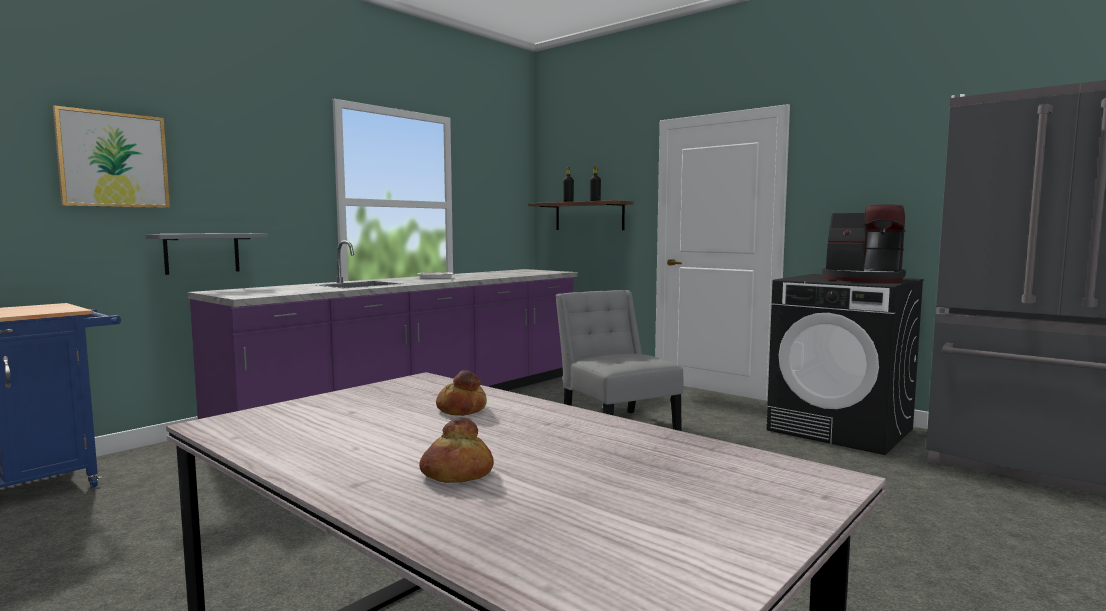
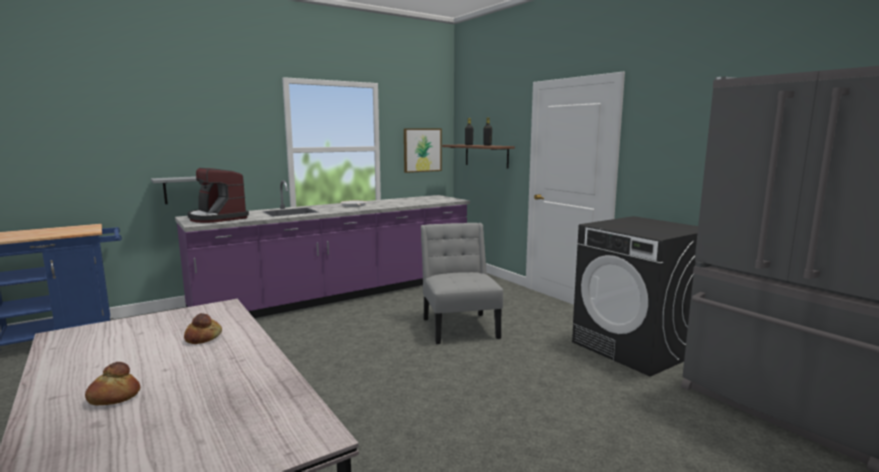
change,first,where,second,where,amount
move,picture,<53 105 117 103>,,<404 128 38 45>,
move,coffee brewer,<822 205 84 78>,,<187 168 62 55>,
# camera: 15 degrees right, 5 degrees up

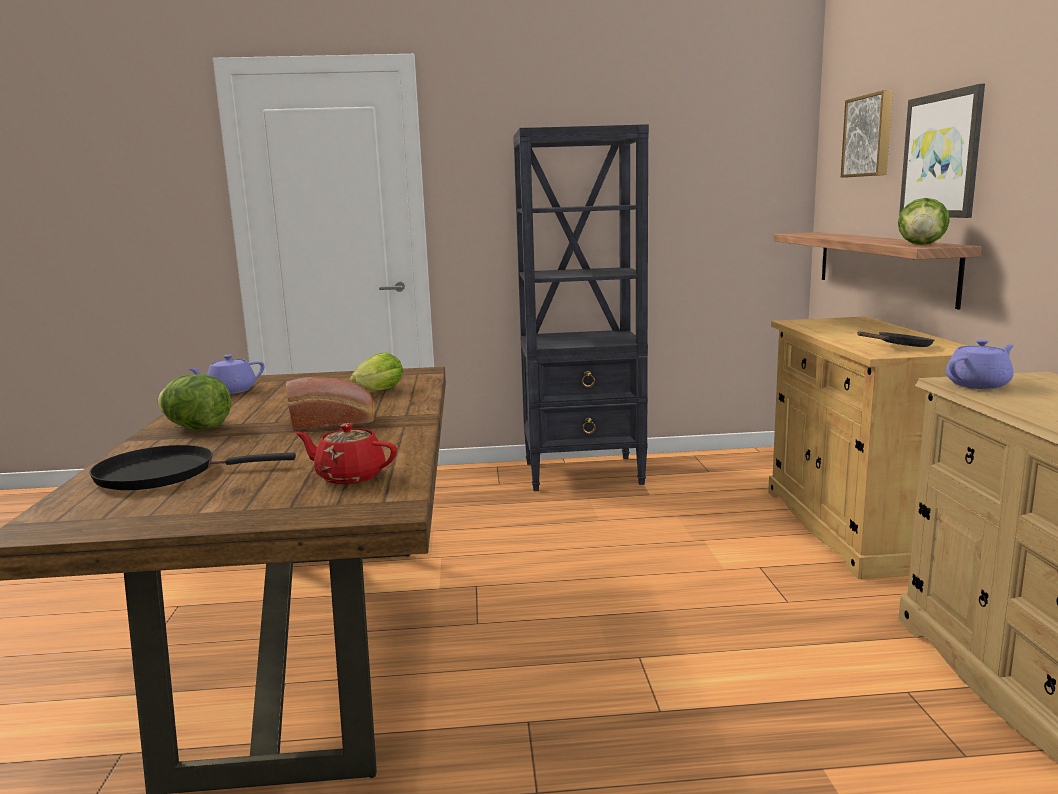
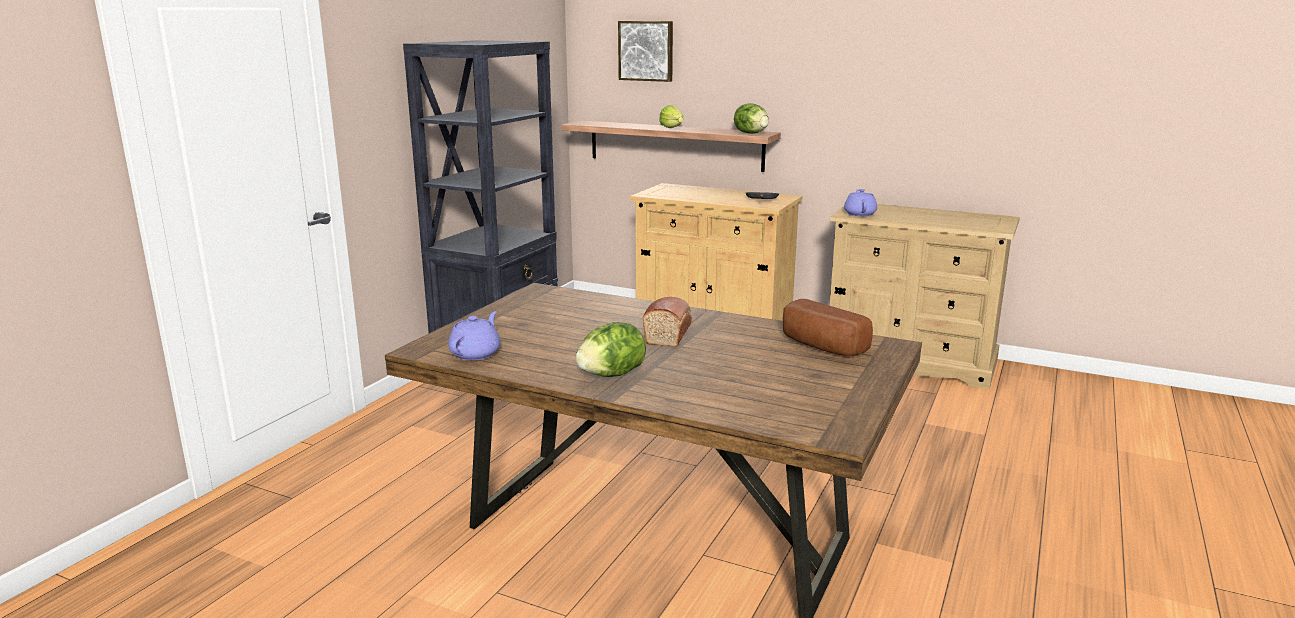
change,first,where,second,where,amount
delete,pan (blackish),<89 445 207 45>,,,
delete,picture,<899 84 86 134>,,,
move,lettuce,<350 353 53 38>,,<659 105 24 23>,
replace,teapot (reddish),<295 423 102 61>,bakery bread,<783 299 90 57>,
rotate,teapot (purple-coloured),<188 355 76 39>,,<448 311 52 49>,150 degrees counterclockwise
# camera: 60 degrees left, 5 degrees up

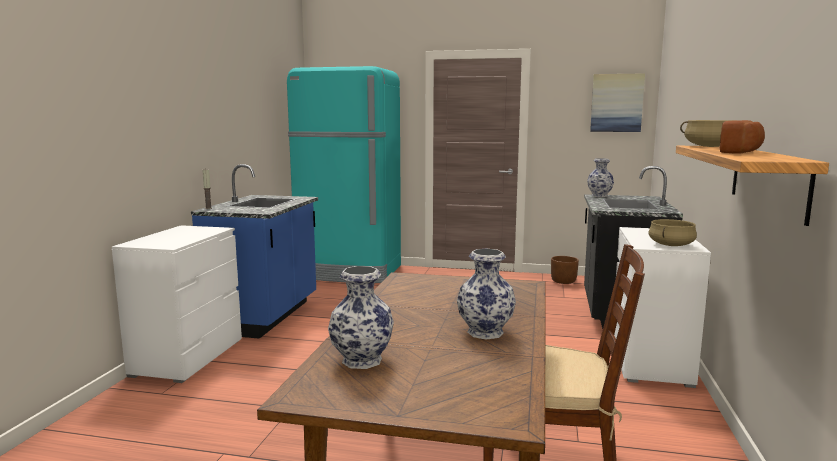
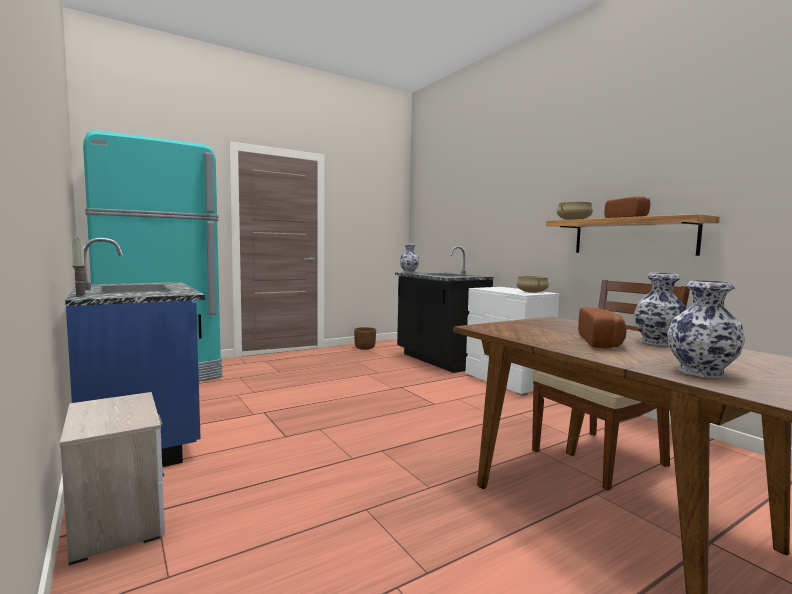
change,first,where,second,where,amount
delete,picture,<590 73 55 59>,,,
insert,,,bakery bread,<578 307 49 41>,
replace,dresser (white),<112 225 130 158>,night table,<60 392 105 173>,
# camera: 45 degrees left, 5 degrees down

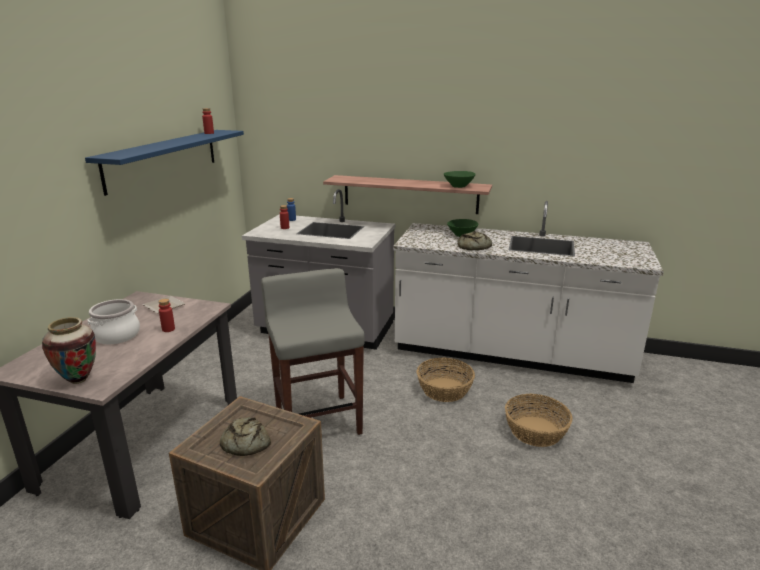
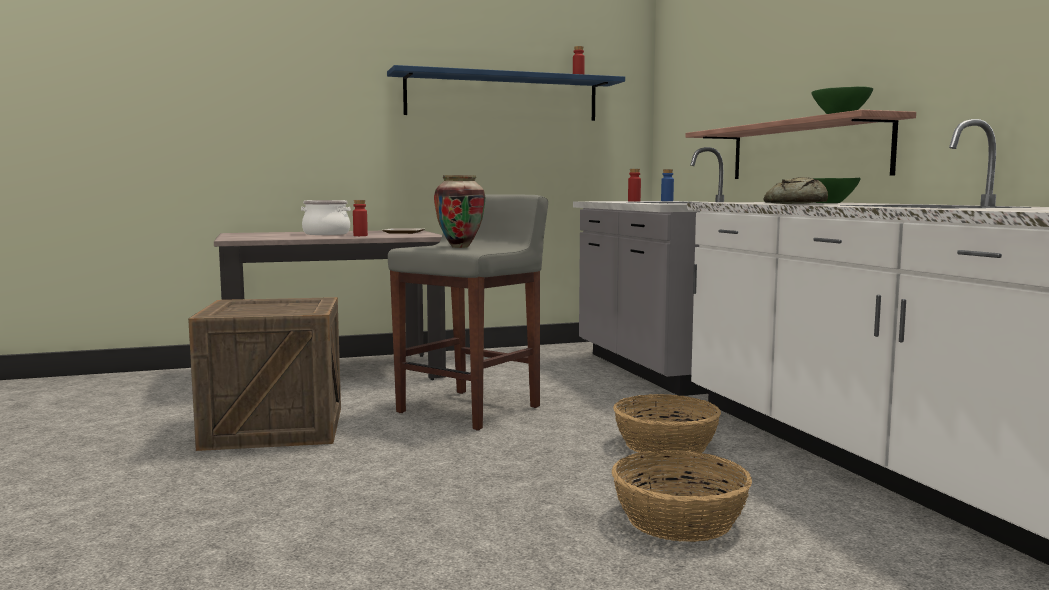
change,first,where,second,where,amount
delete,bakery bread,<220 417 51 39>,,,
move,decorative vase,<42 317 54 67>,,<434 175 51 73>,
# camera: 55 degrees right, 15 degrees down

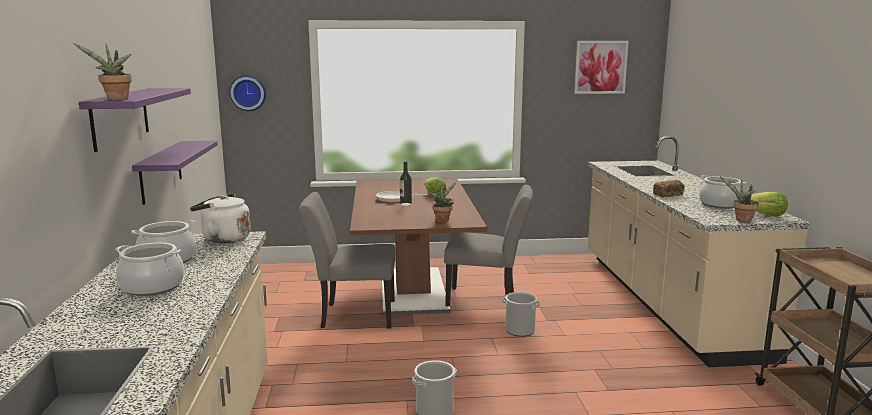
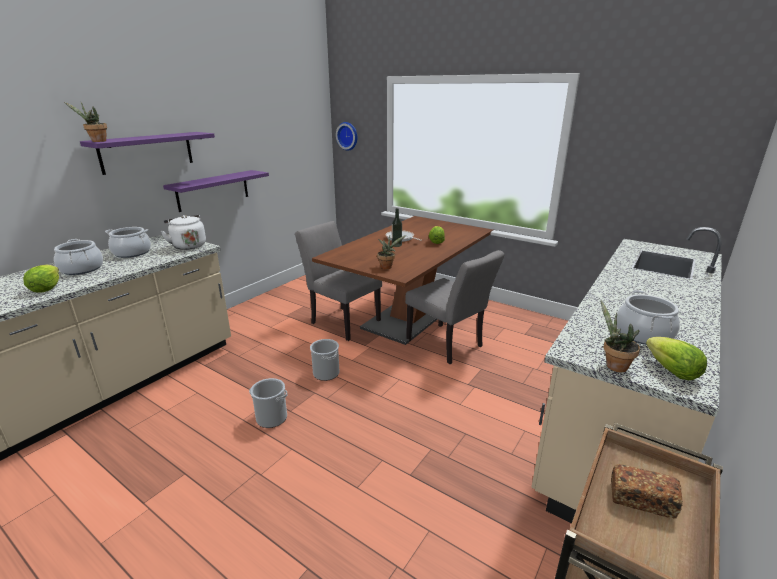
change,first,where,second,where,amount
delete,picture,<574 41 55 53>,,,
insert,,,lettuce,<23 265 36 28>,
move,pail,<503 292 37 45>,,<310 339 30 42>,
move,bakery bread,<653 180 32 17>,,<611 464 72 55>,
# camera: 40 degrees right, 10 degrees up

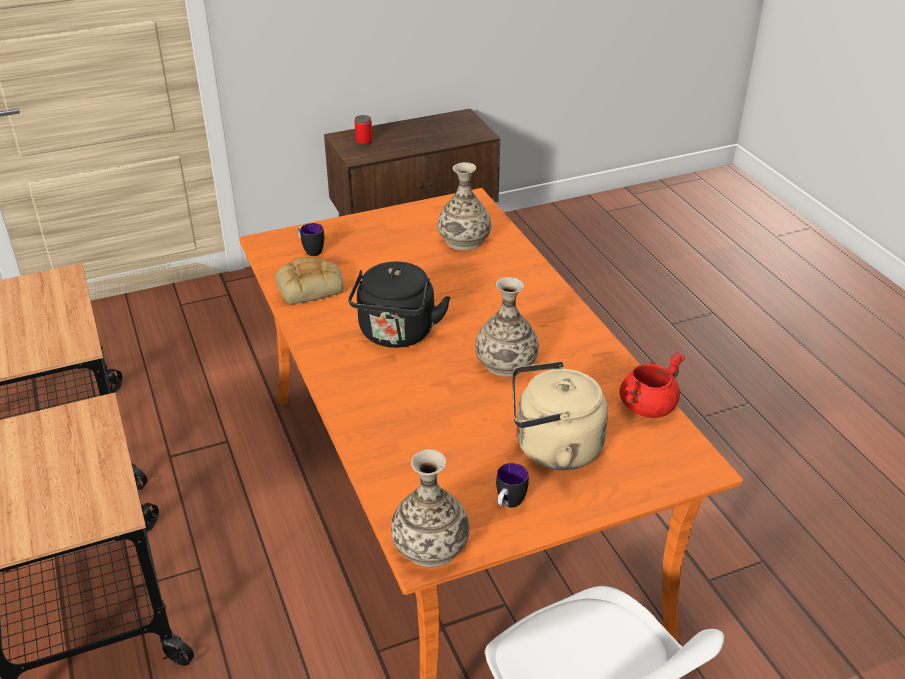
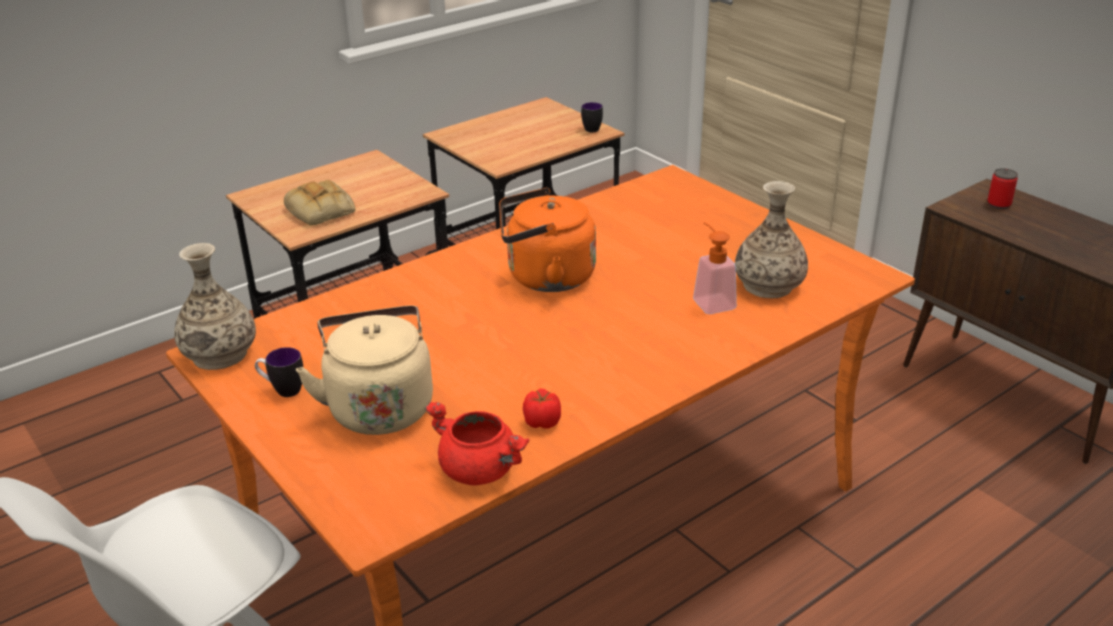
change,first,where,second,where,amount
delete,decorative vase,<475 277 64 100>,,,
insert,,,whole tomato,<523 389 38 39>,
insert,,,soap bottle,<693 222 44 92>,
move,bakery bread,<275 257 69 47>,,<284 180 71 45>,
move,mug,<297 223 27 33>,,<581 102 22 30>,
recolor,kettle (blackish),<348 262 103 86>,kettle (orange),<499 188 97 104>,
# camera: 75 degrees right, 5 degrees down

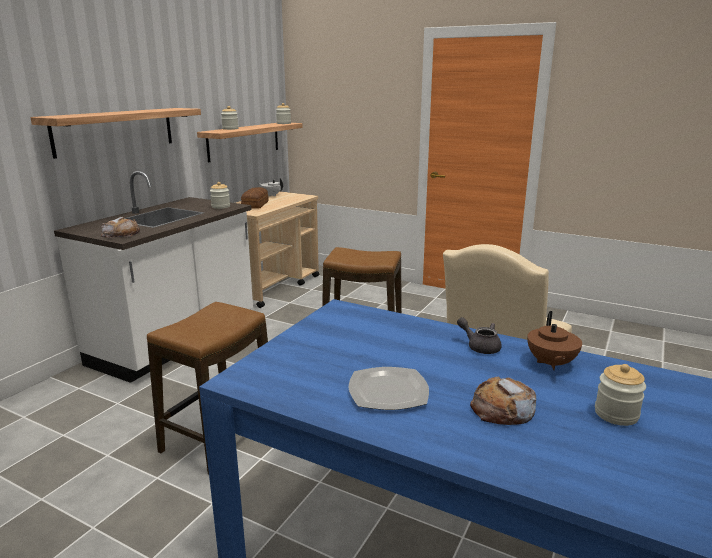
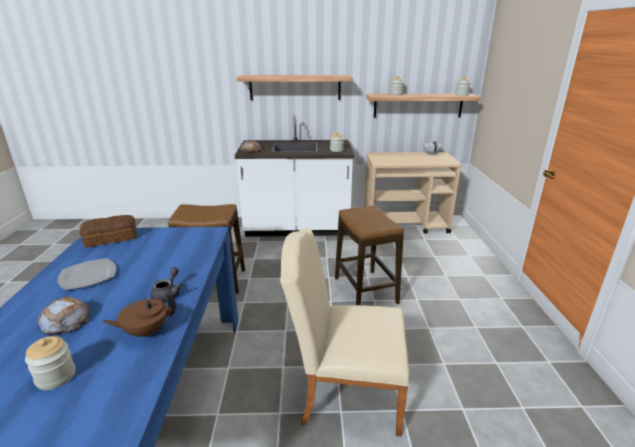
change,first,where,second,where,amount
move,bakery bread,<241 187 28 22>,,<80 215 57 33>,
# camera: 60 degrees right, 5 degrees up

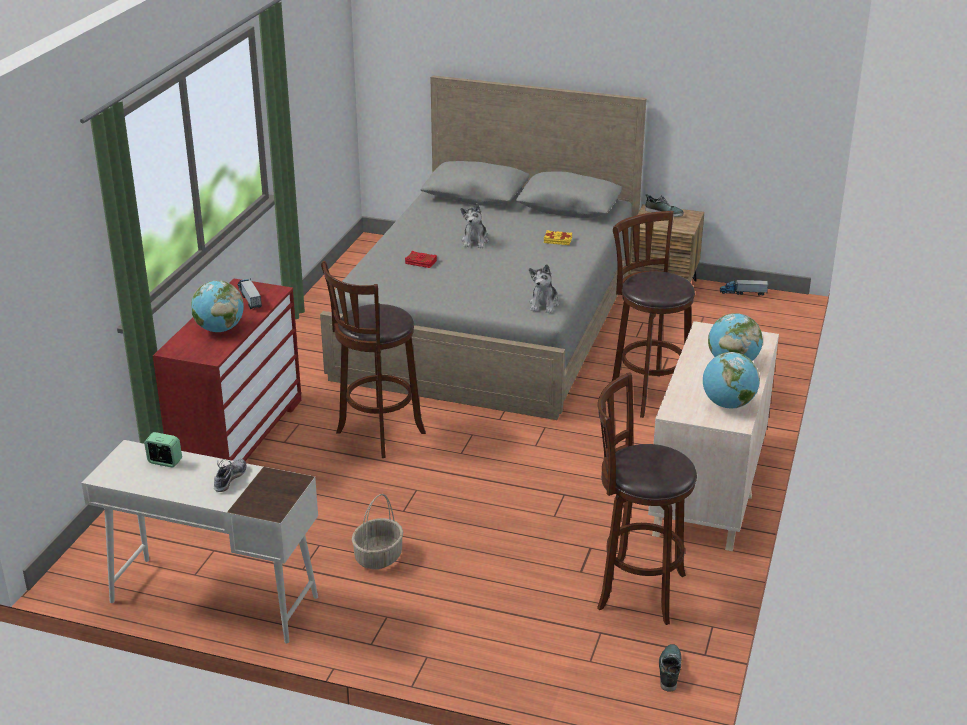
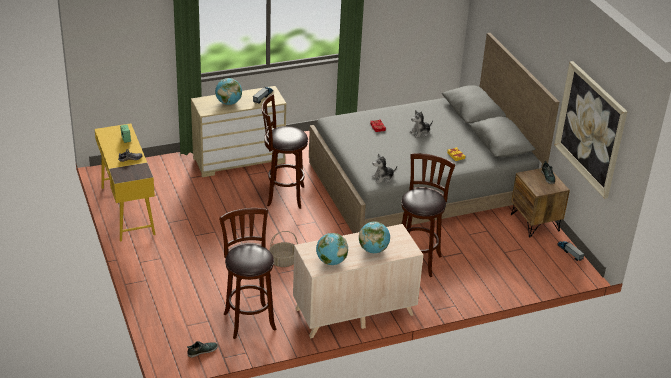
change,first,where,second,where,amount
insert,,,picture,<554 61 73 138>,
move,household basket,<352 494 51 75>,,<269 231 29 36>,
recolor,desk table (white),<81 440 237 203>,desk table (yellow),<95 123 61 119>,
recolor,dresser (reddish),<153 279 148 182>,dresser (beige-coloured),<191 86 95 91>,
# camera: 50 degrees right, 5 degrees up

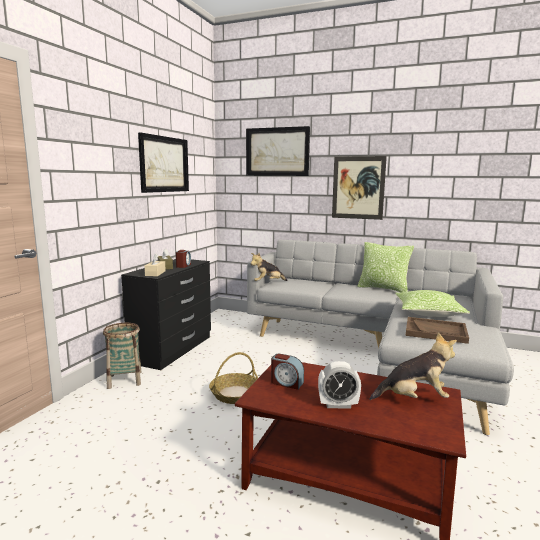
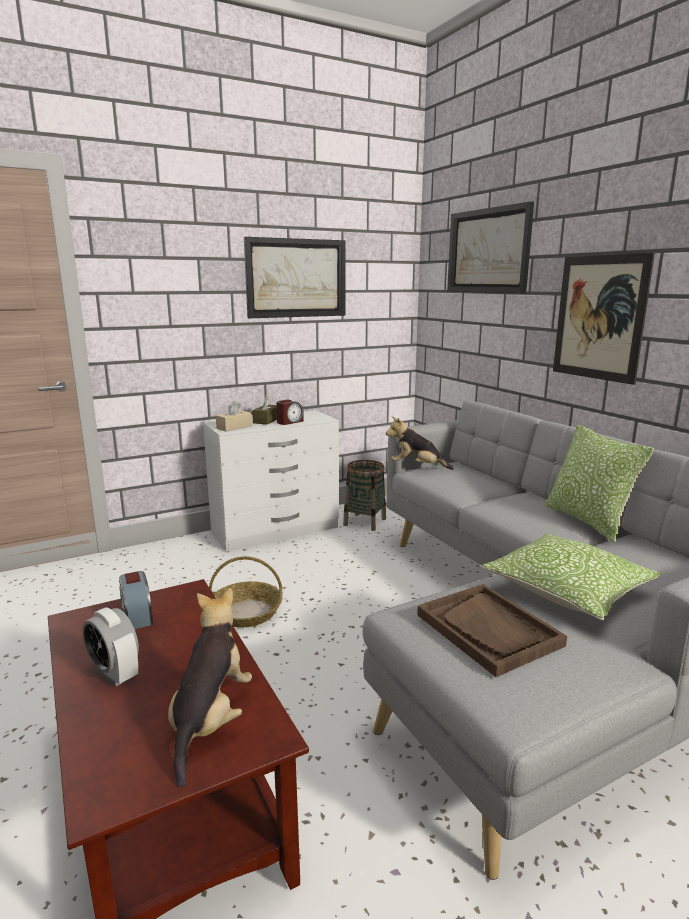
change,first,where,second,where,amount
move,household basket,<103 323 38 66>,,<343 460 43 71>,
recolor,dresser (blackish),<121 259 90 111>,dresser (white),<203 410 136 142>,
rotate,soft toy,<369 333 88 67>,,<168 588 84 199>,120 degrees counterclockwise
# camera: 40 degrees right, 5 degrees up

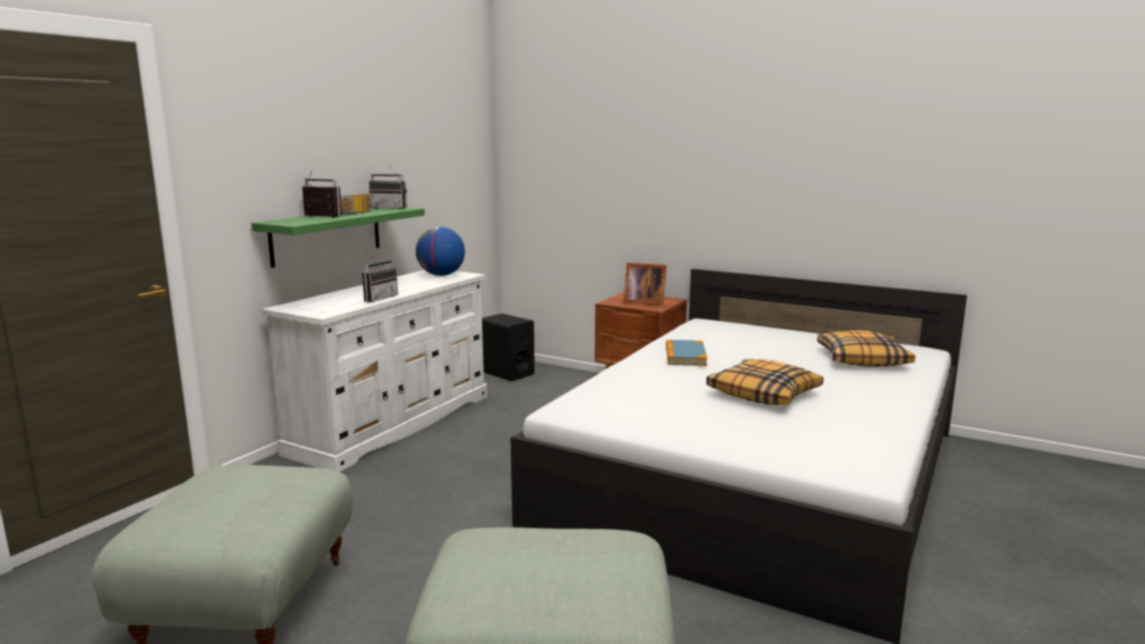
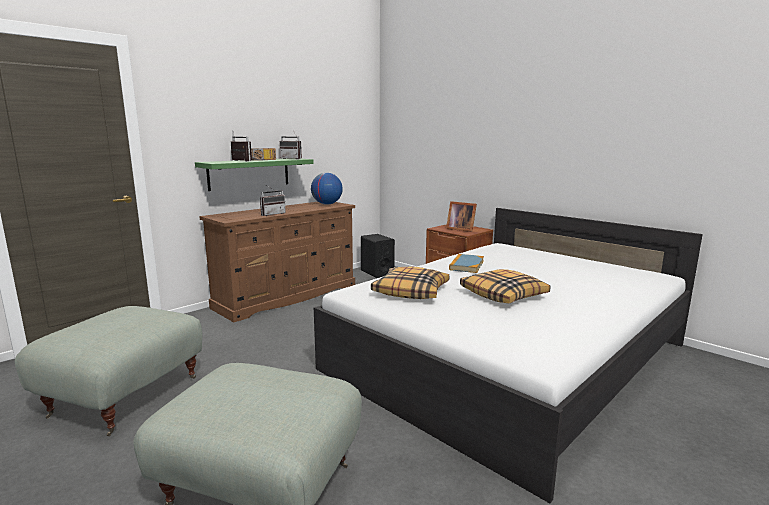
change,first,where,second,where,amount
move,throw pillow,<817 330 98 37>,,<371 266 78 33>,
recolor,dresser (white),<262 270 226 202>,dresser (brown),<199 202 156 120>,
# camera: 15 degrees right, 0 degrees up

